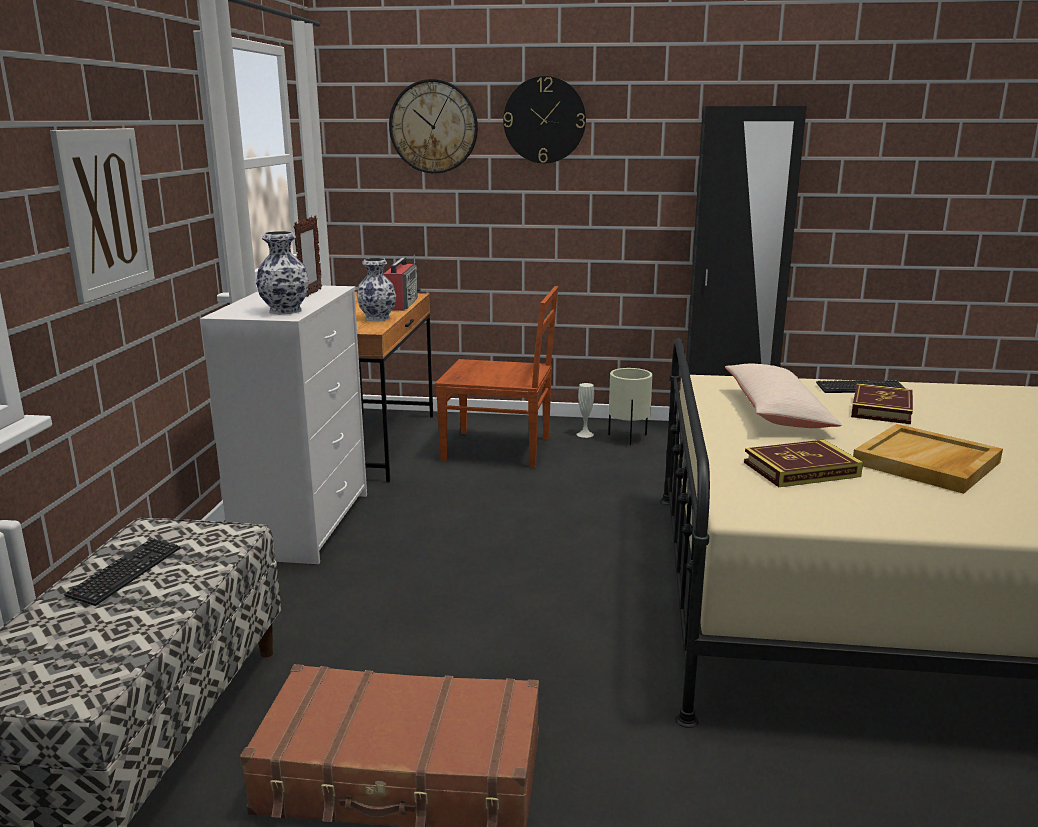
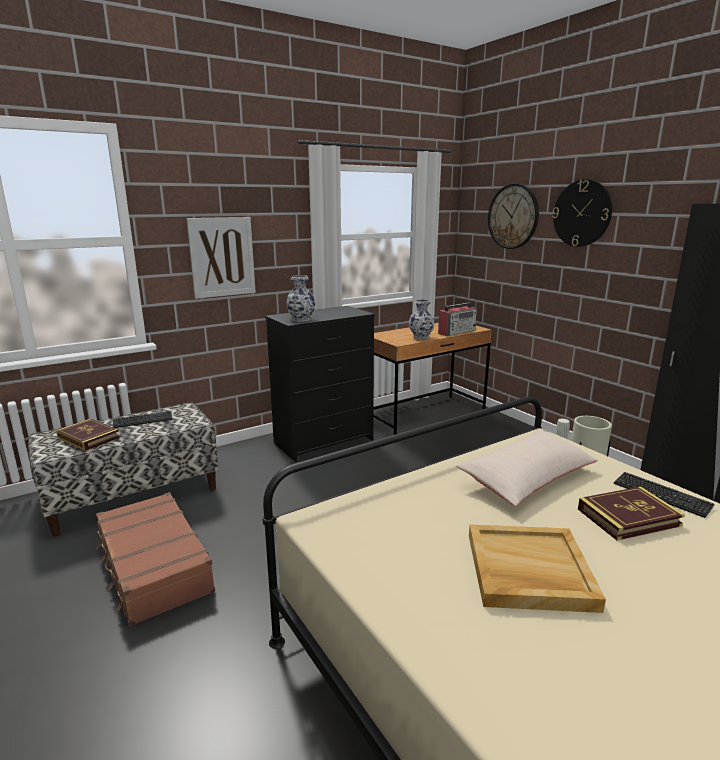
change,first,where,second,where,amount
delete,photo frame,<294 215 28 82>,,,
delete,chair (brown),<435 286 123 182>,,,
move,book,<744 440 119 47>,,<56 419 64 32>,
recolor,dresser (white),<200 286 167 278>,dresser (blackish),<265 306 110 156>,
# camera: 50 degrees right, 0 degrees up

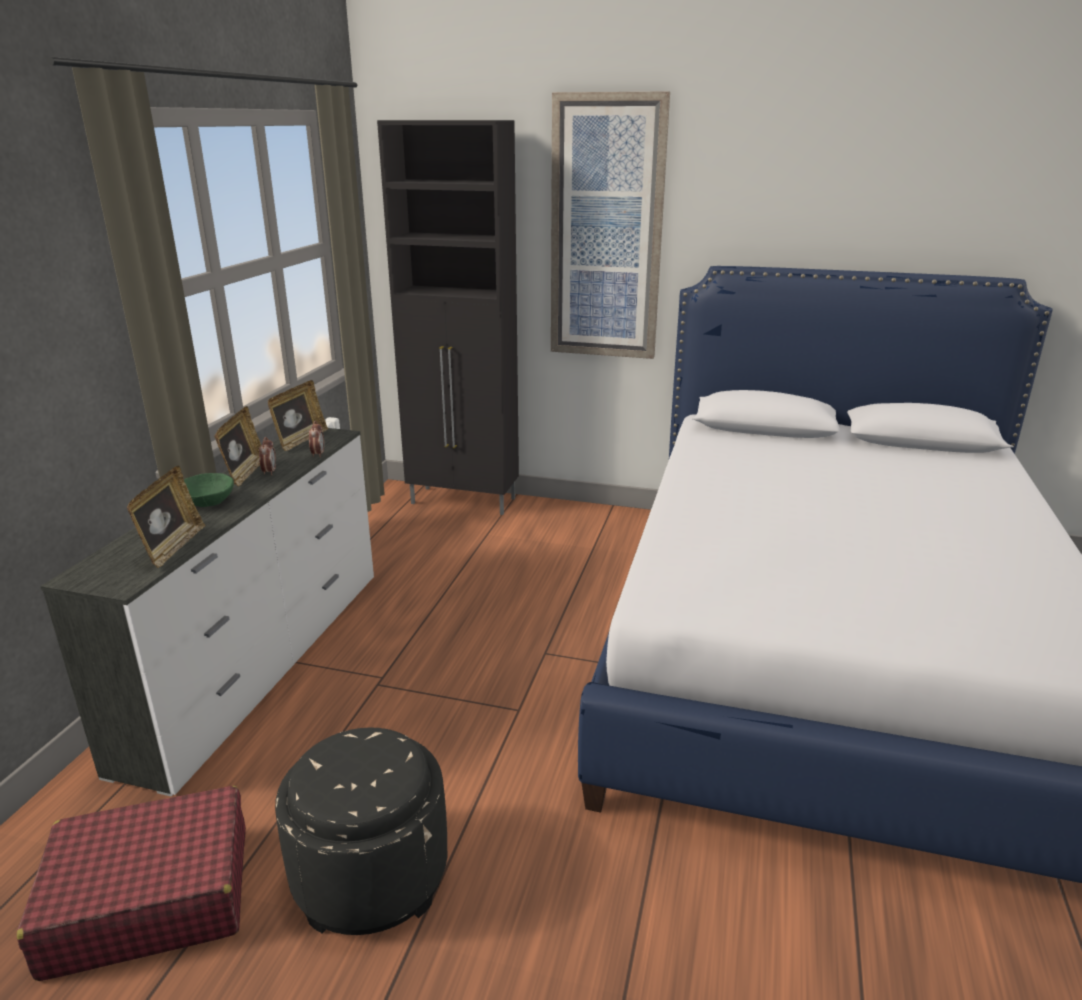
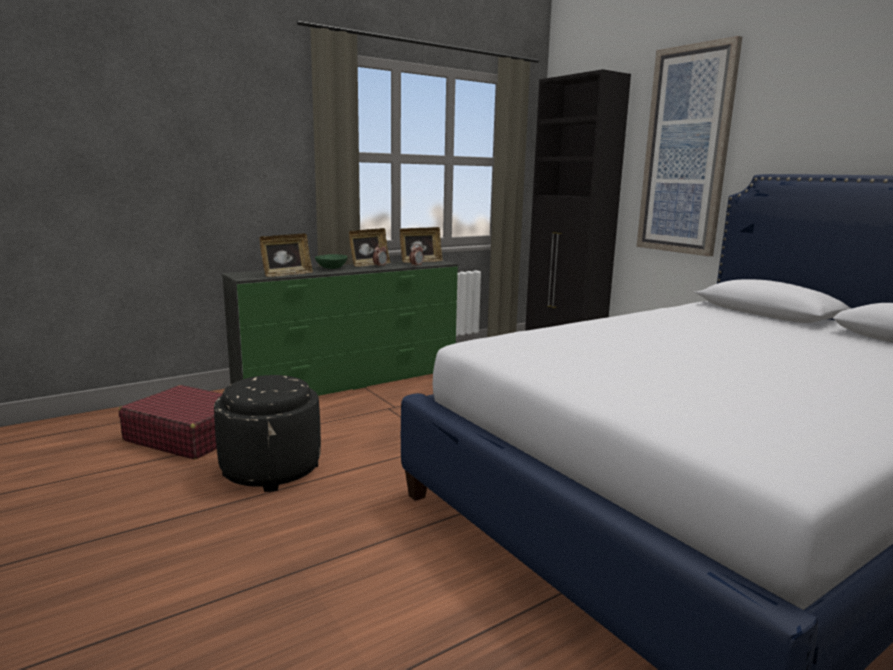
change,first,where,second,where,amount
recolor,dresser (white),<40 428 334 368>,dresser (greenish),<222 261 236 135>,
# camera: 40 degrees right, 10 degrees down

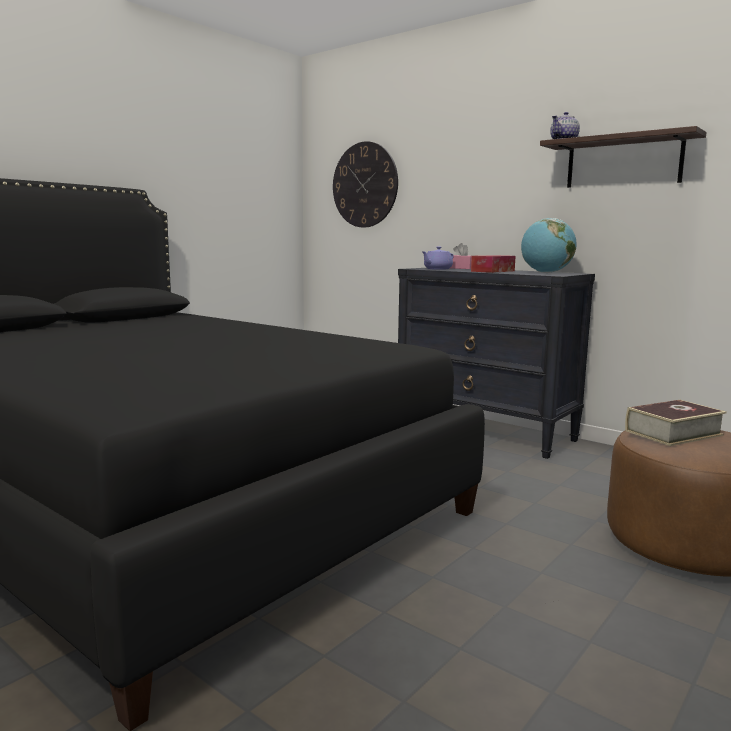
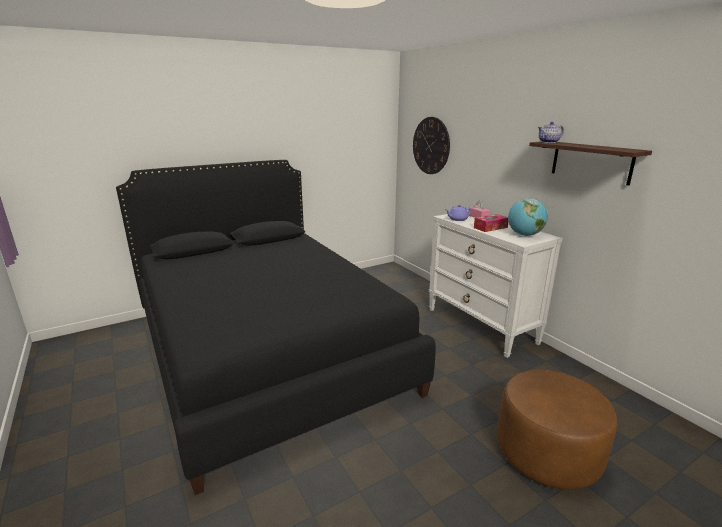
change,first,where,second,where,amount
delete,book,<625 400 102 46>,,,
recolor,dresser (blackish),<398 268 197 191>,dresser (white),<429 210 134 148>,
# camera: 20 degrees right, 10 degrees up

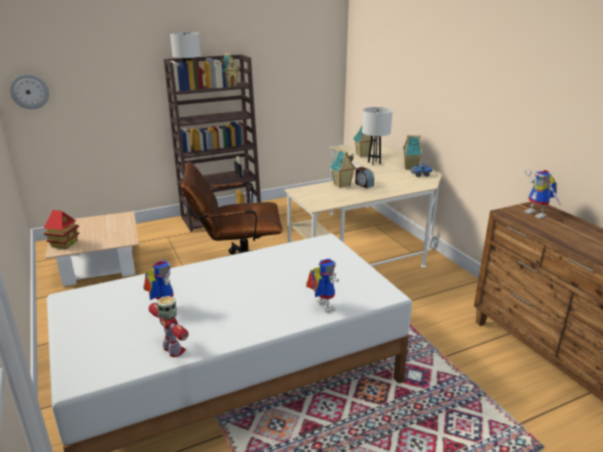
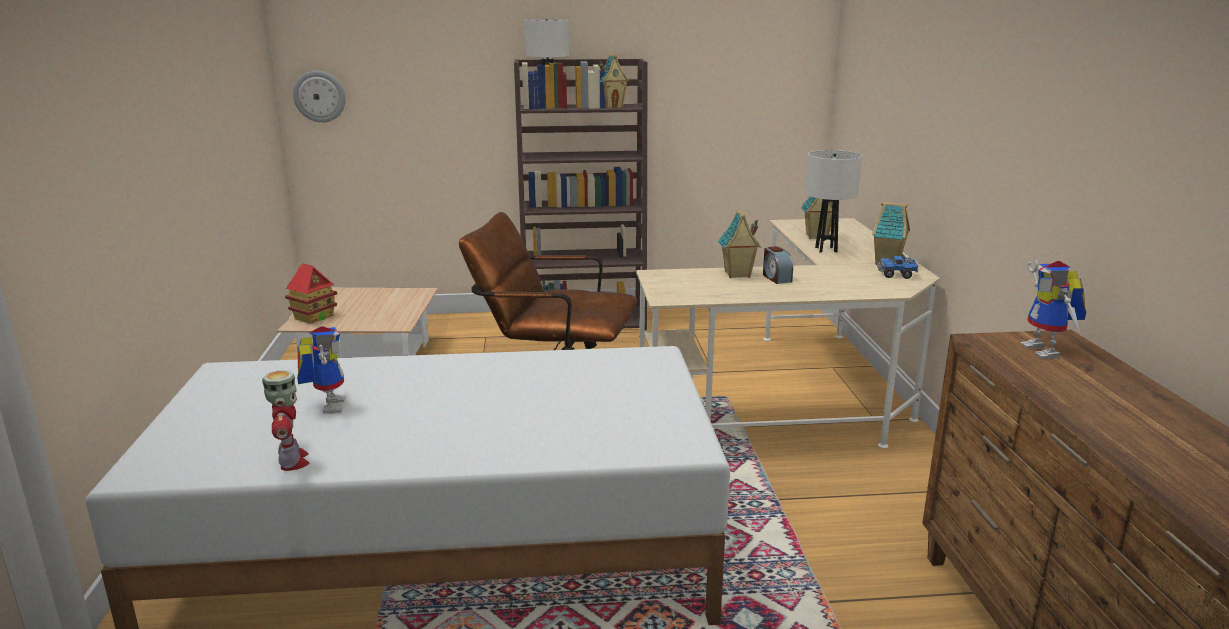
change,first,where,second,where,amount
delete,model robot,<306 258 33 55>,,,
# camera: 20 degrees right, 5 degrees down

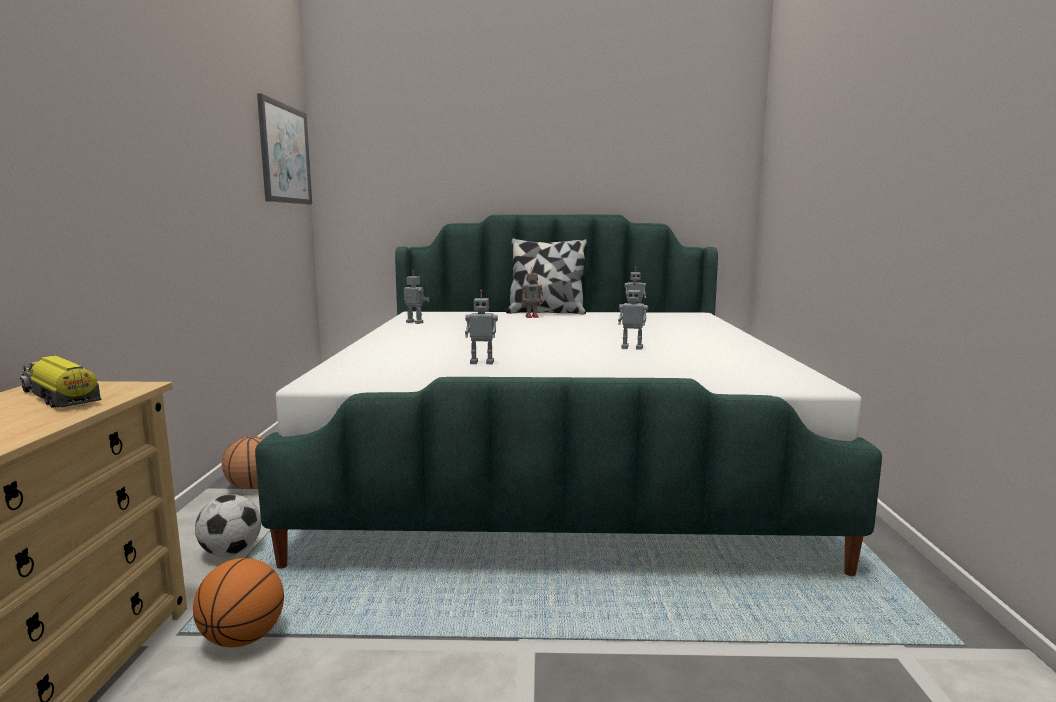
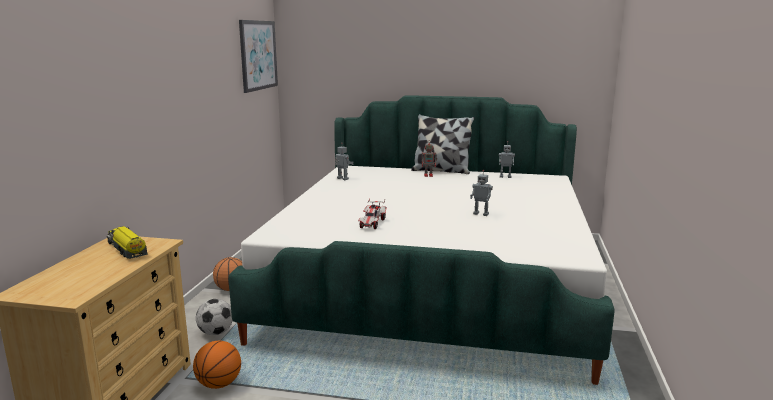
change,first,where,second,where,amount
replace,model robot,<465 290 33 74>,toy car,<358 198 29 31>,
# camera: 10 degrees right, 5 degrees up

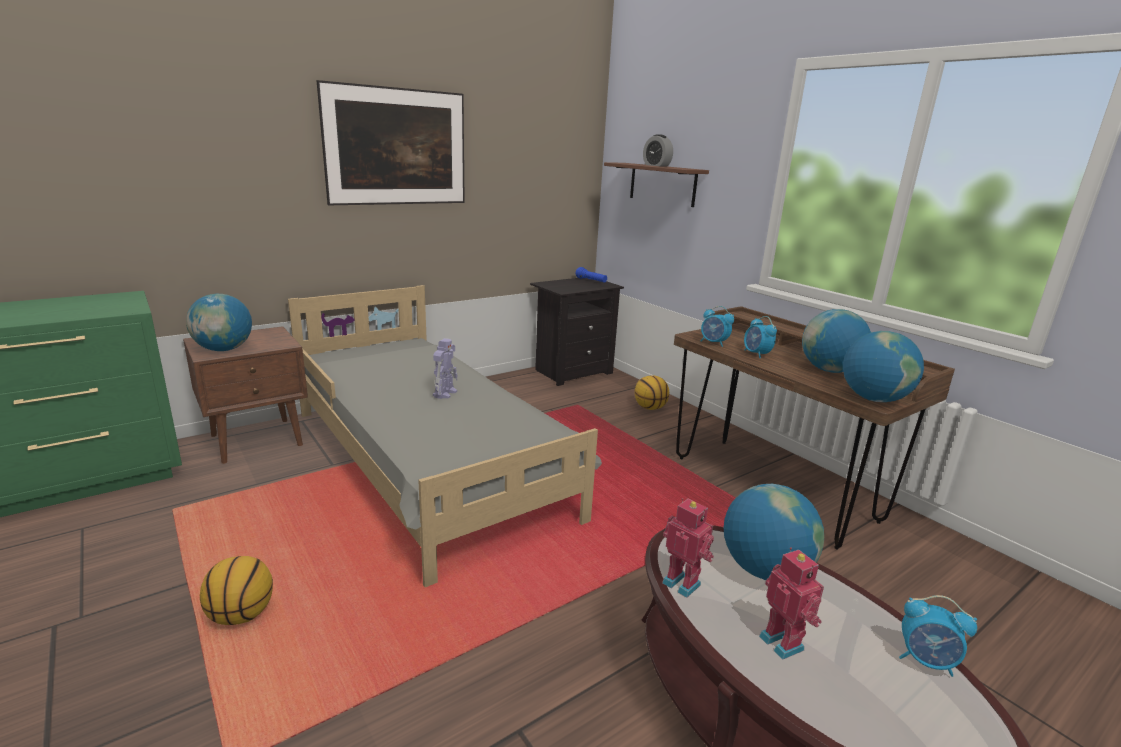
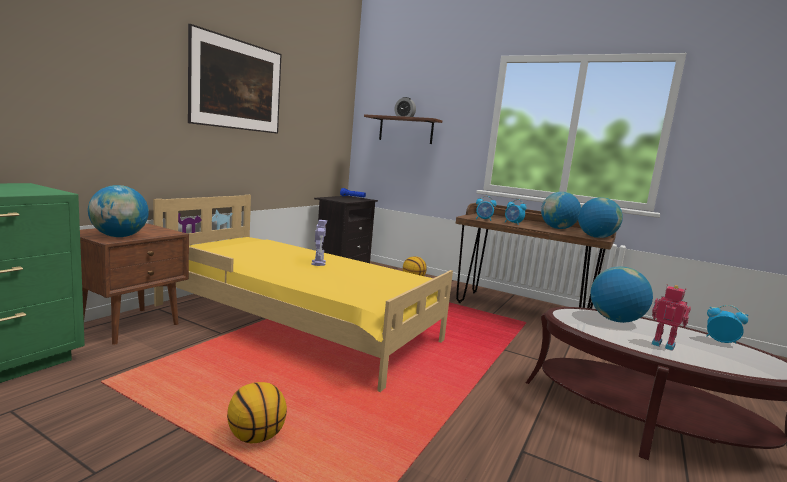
change,first,where,second,where,amount
delete,model robot,<662 498 52 100>,,,
recolor,bed (greyish),<288 285 314 302>,bed (yellow),<153 195 300 197>,
rotate,table clock,<899 595 78 82>,,<706 305 42 39>,150 degrees counterclockwise
# camera: 25 degrees left, 10 degrees down

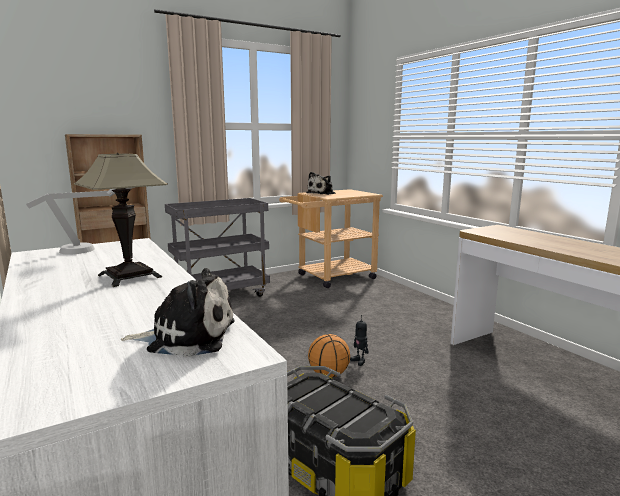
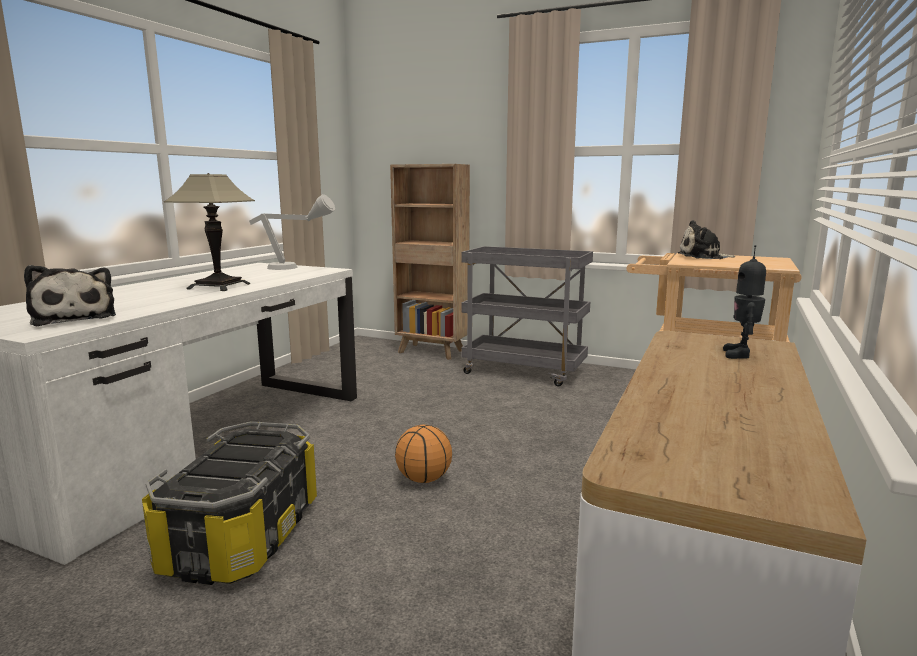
change,first,where,second,where,amount
move,model robot,<350 315 18 51>,,<723 245 43 114>,
# camera: 55 degrees right, 0 degrees up

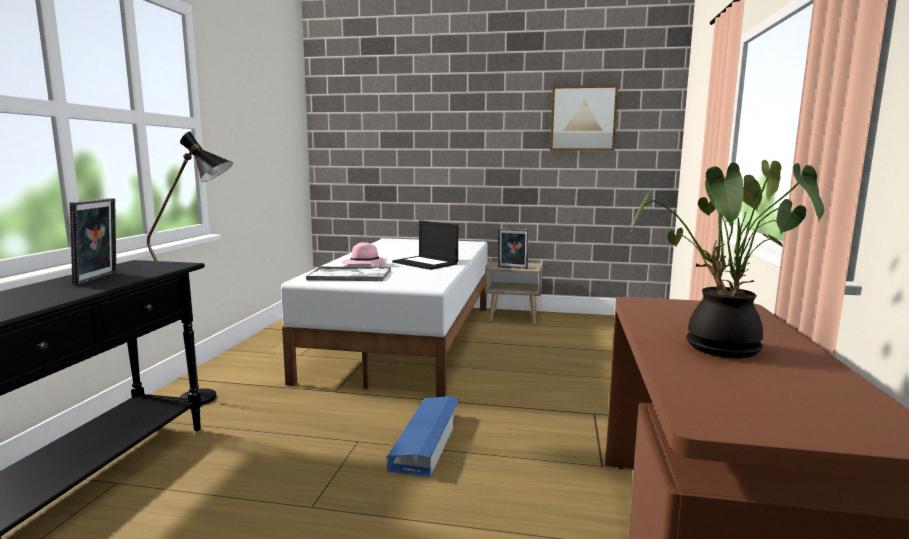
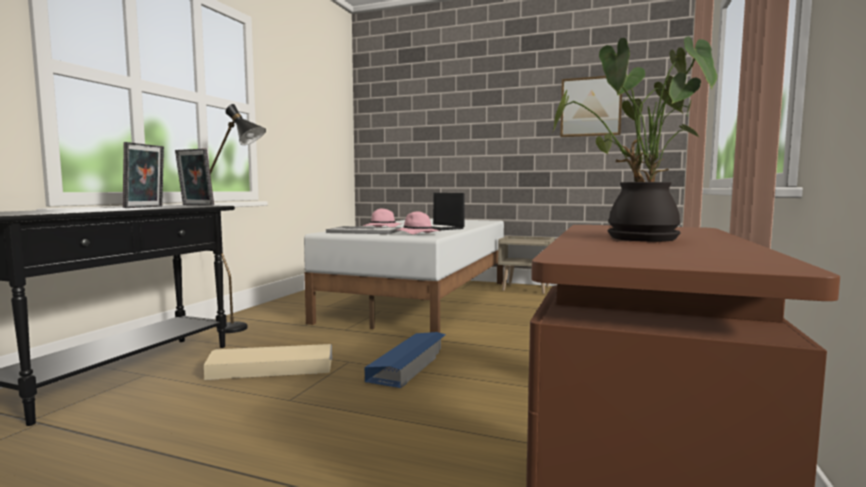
change,first,where,second,where,amount
insert,,,storage bin (beige-coloured),<204 344 128 36>,
insert,,,clothing hat (pink-coloured),<397 212 43 22>,
move,photo frame,<498 229 30 40>,,<175 148 39 58>,
# camera: 10 degrees right, 5 degrees down

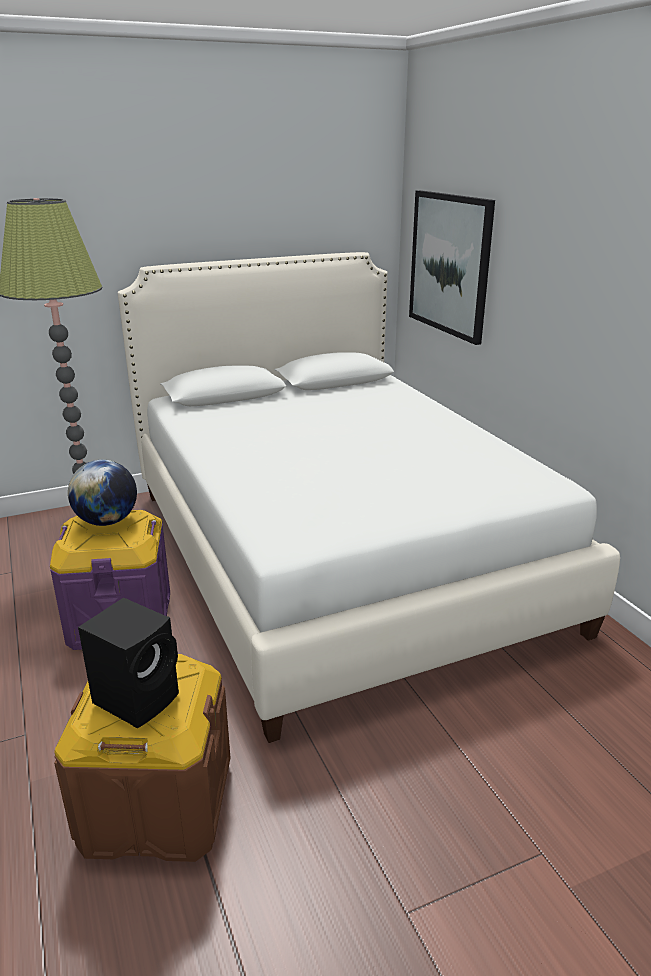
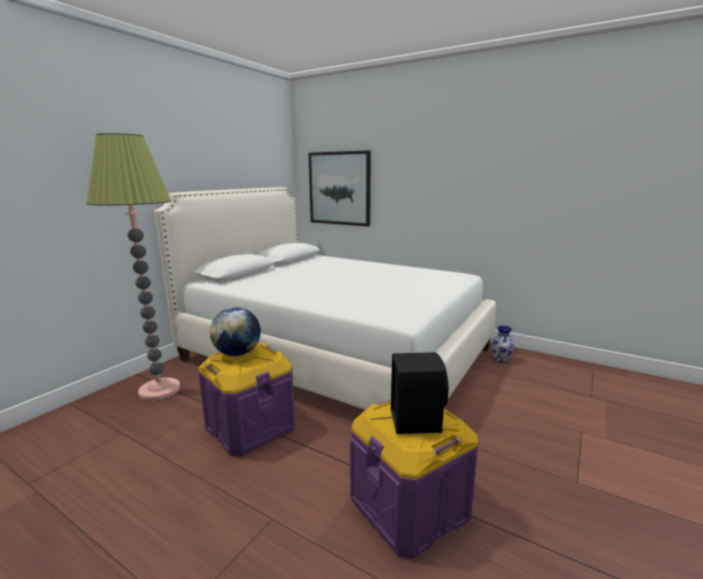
change,first,where,second,where,amount
insert,,,decorative vase,<491 325 23 37>,
recolor,storage bin (brown),<54 654 177 208>,storage bin (purple-coloured),<350 400 128 159>,
# camera: 35 degrees left, 10 degrees down

